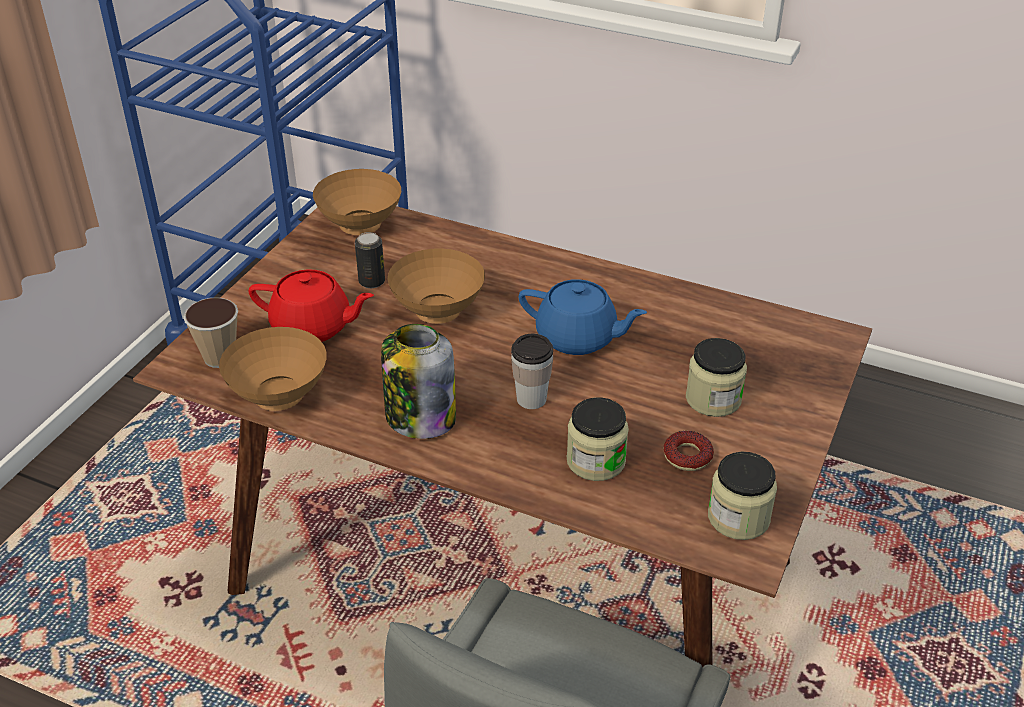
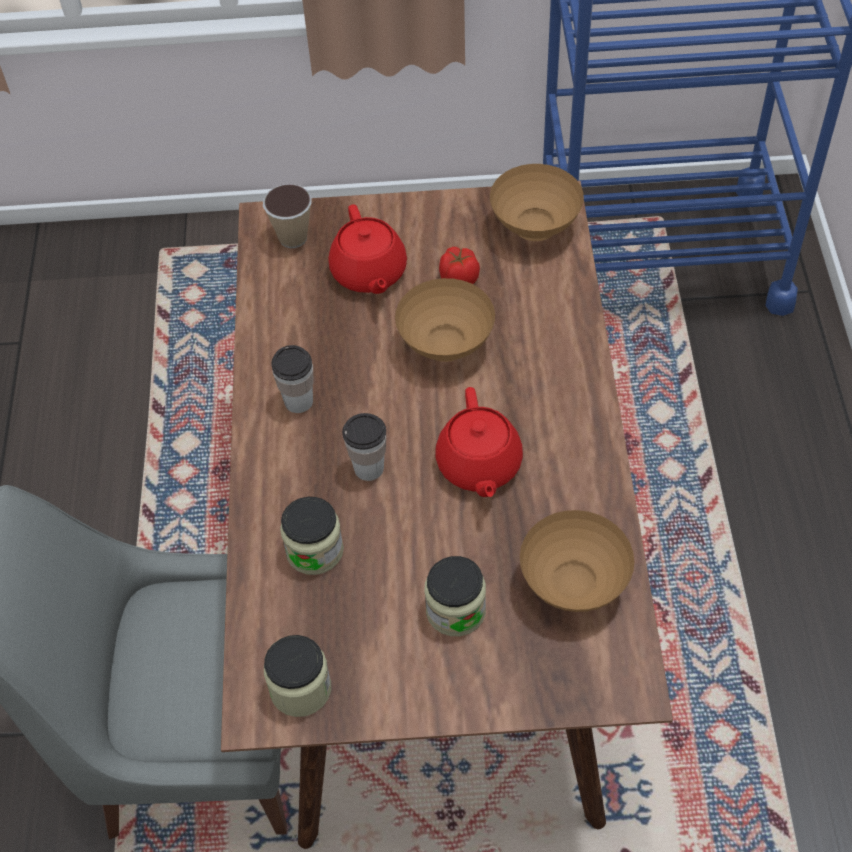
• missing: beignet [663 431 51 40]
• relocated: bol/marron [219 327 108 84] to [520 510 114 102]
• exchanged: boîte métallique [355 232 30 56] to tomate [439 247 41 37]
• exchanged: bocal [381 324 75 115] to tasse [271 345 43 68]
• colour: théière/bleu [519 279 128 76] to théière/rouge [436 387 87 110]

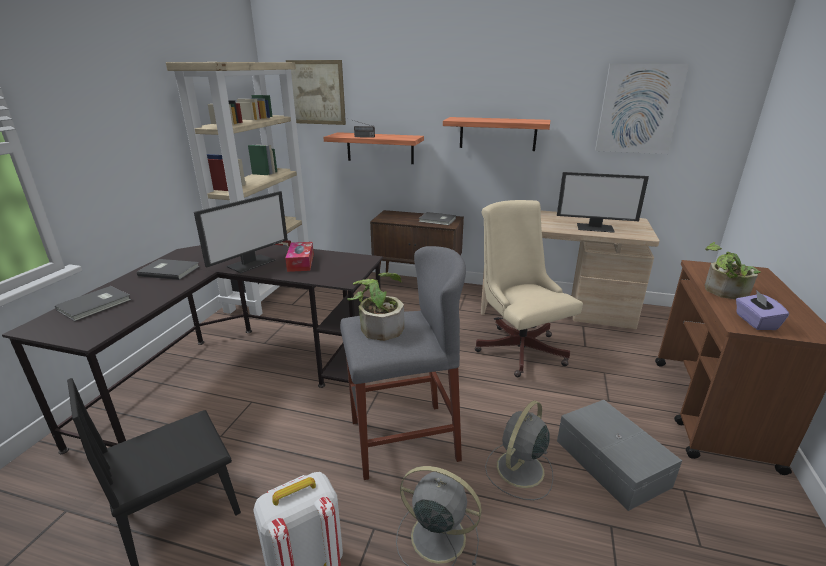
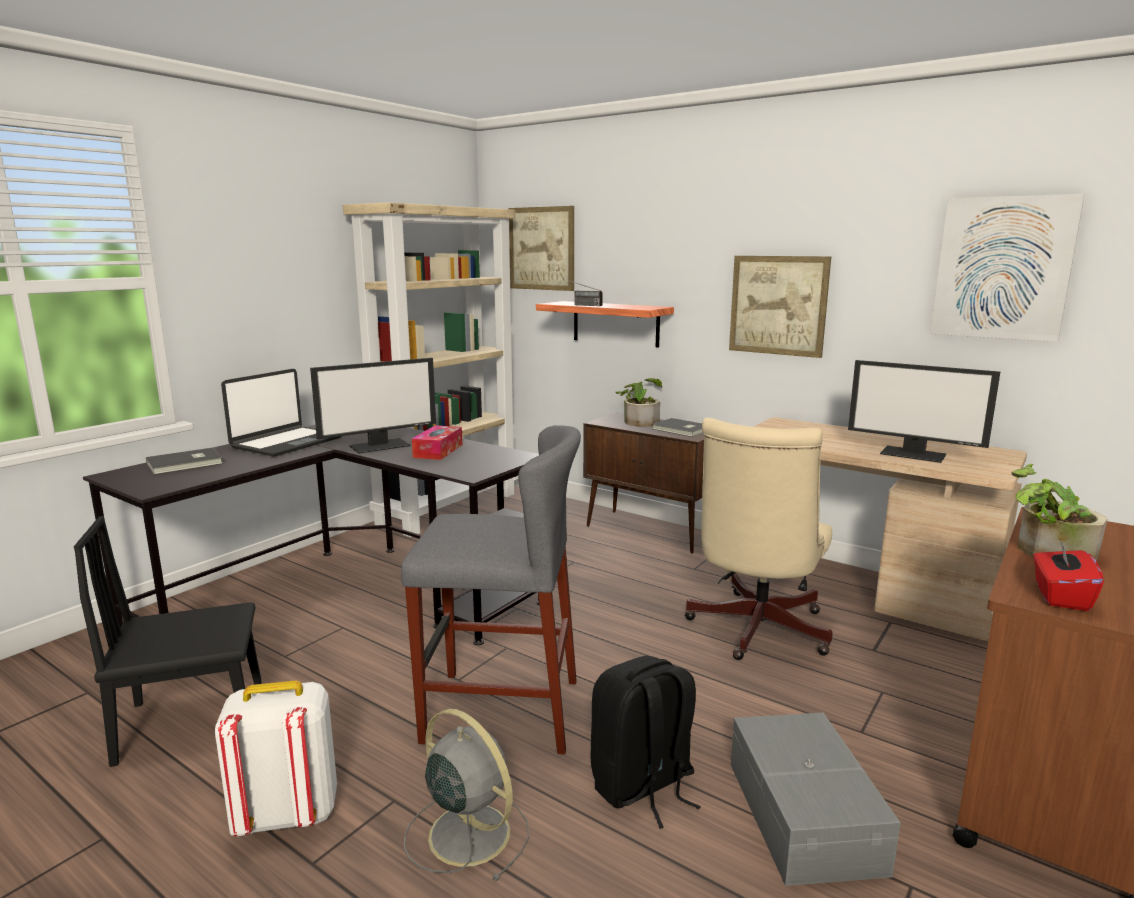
• relocated: plante en pot [347 273 57 68] to [615 378 48 49]
• exchanged: livre/gris [137 259 63 21] to ordinateur portable [221 369 121 88]
• exchanged: étagère [443 117 107 34] to tableau [729 256 102 102]
• exchanged: ventilateur/gris [485 401 68 99] to sac à dos/noir [591 656 110 173]
• colour: boîte à mouchoirs/violet [736 290 53 40] to boîte à mouchoirs/rouge [1033 540 71 71]
• spun: chaise de bureau/beige [475 200 108 177] = [685 417 147 243] 150 degrees counterclockwise

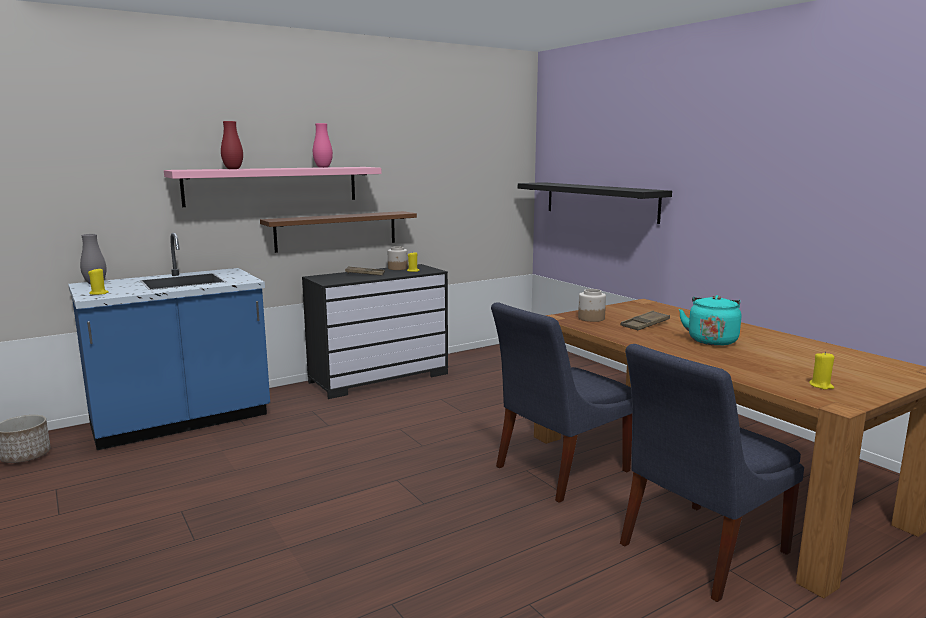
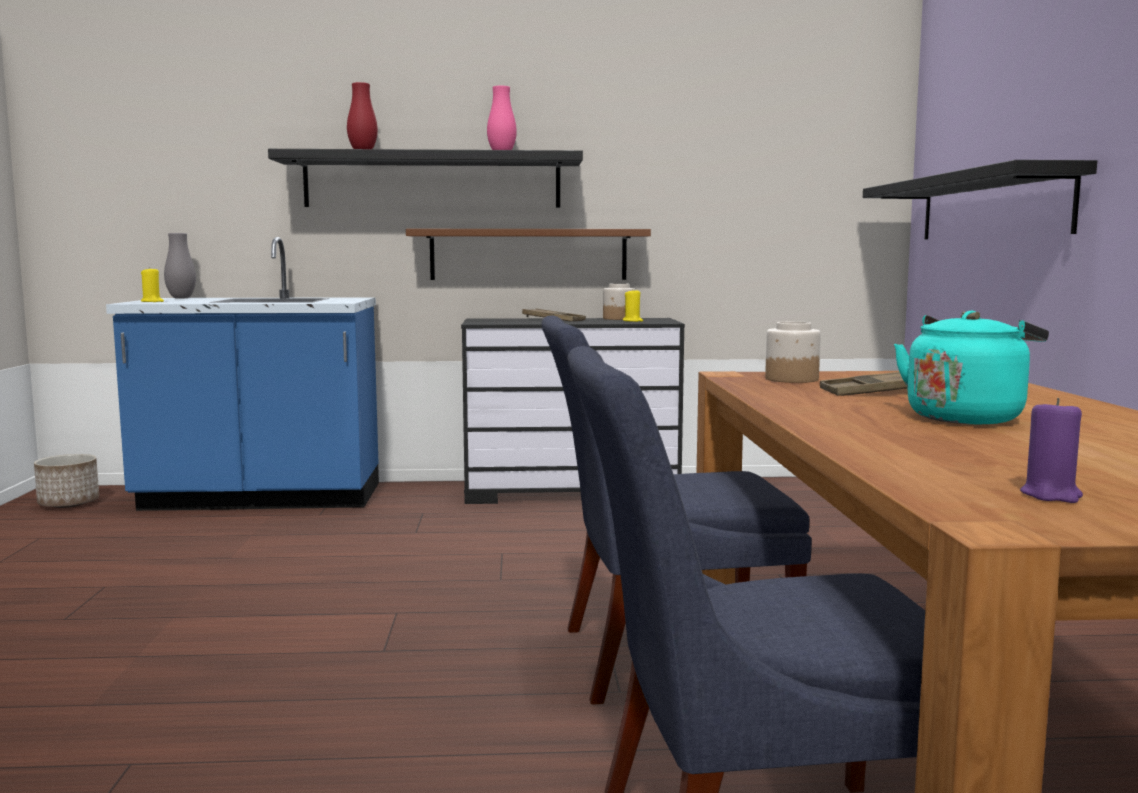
• colour: étagère/rose [164 167 218 40] to étagère/noir [268 149 315 59]
• colour: bougie/jaune [809 351 26 39] to bougie/violet [1020 398 63 105]

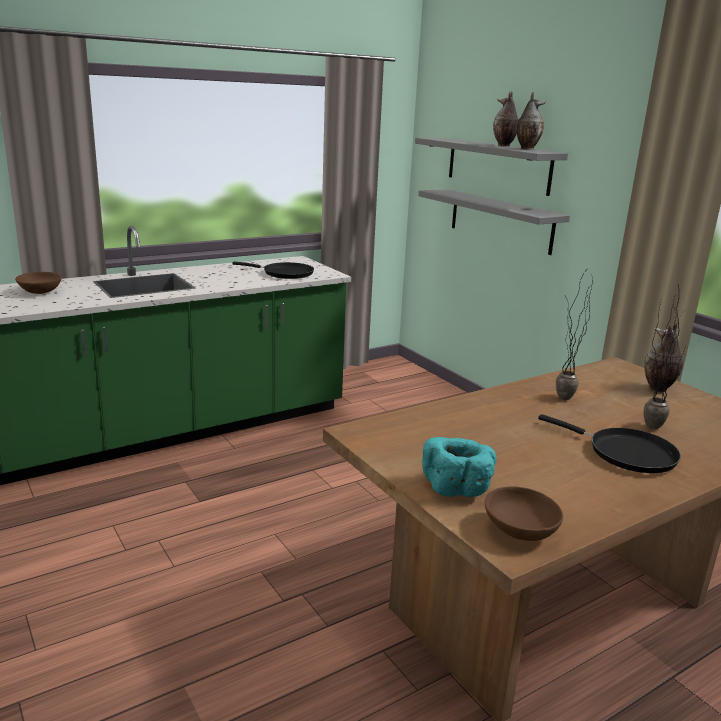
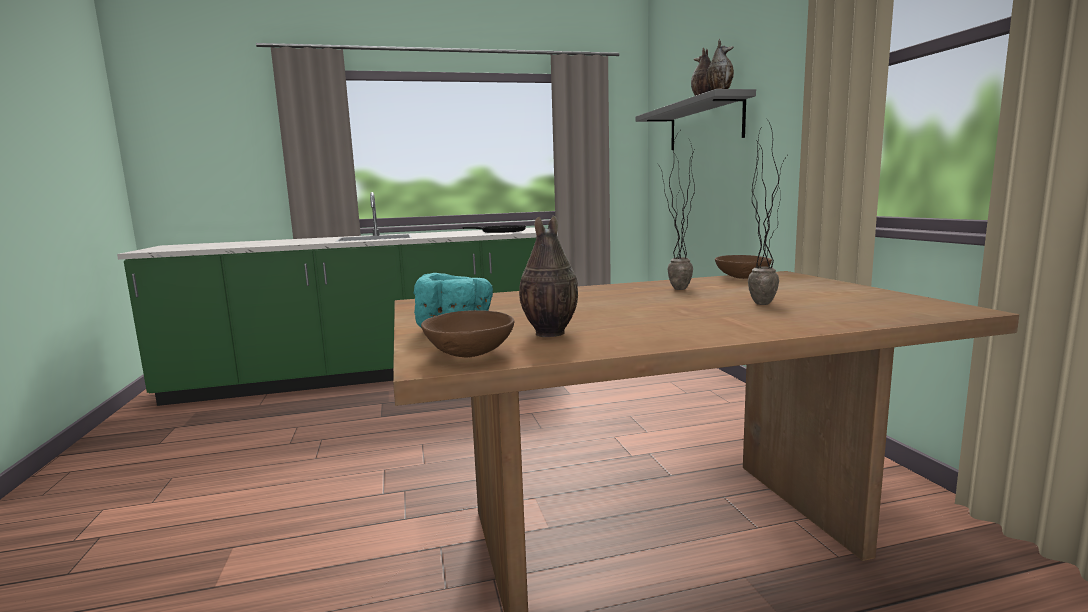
• missing: étagère/gris [418 189 152 66]
• missing: poêle/noir [538 414 143 59]
• relocated: bol/marron [15 272 47 22] to [715 255 57 24]
• relocated: vase [644 322 39 71] to [519 215 59 122]

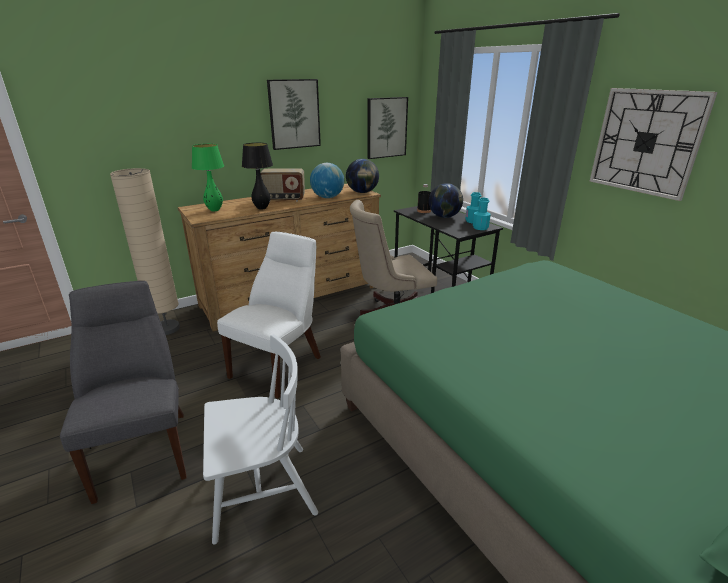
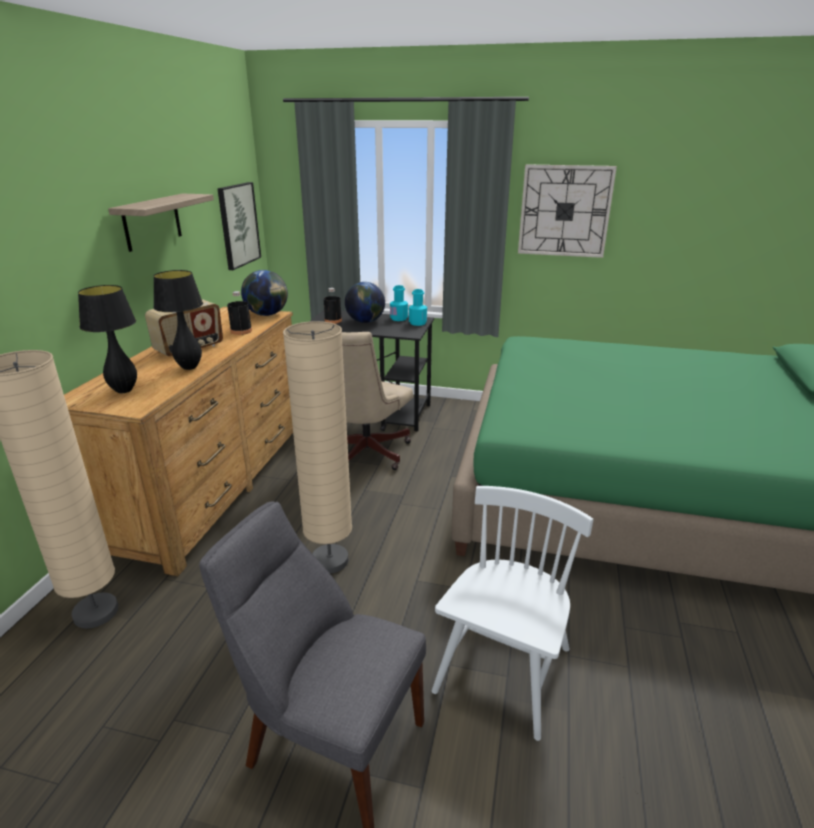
• exchanged: chaise/blanc [217 232 104 166] to lampadaire/beige [283 321 69 253]
• exchanged: tableau [267 79 54 71] to étagère [108 193 106 59]
• exchanged: globe [310 163 34 35] to bouteille/noir [227 291 25 44]
• colour: lampe de table/vert [192 144 32 67] to lampe de table/noir [78 285 59 108]

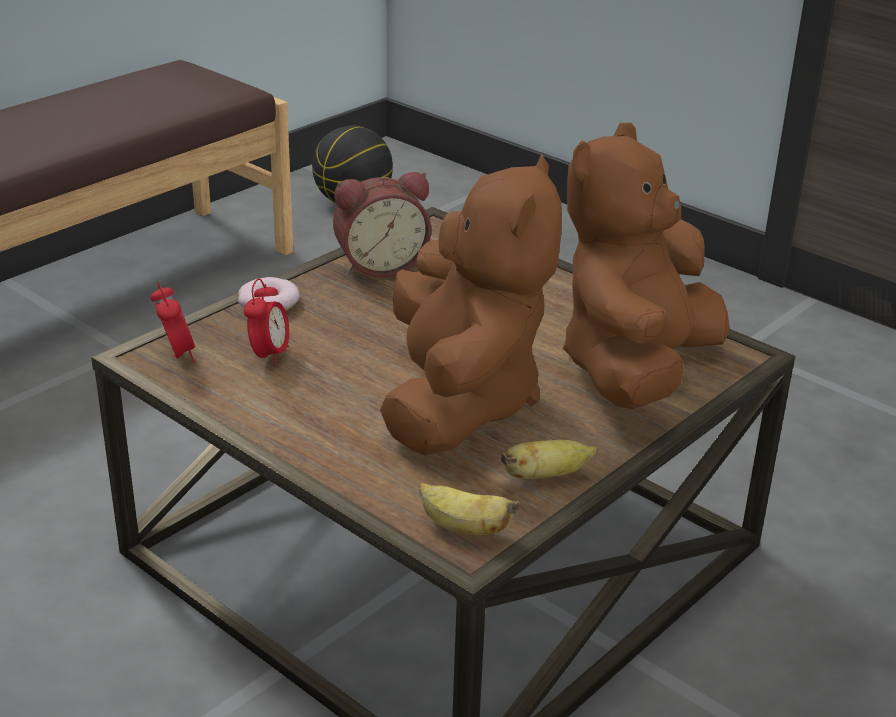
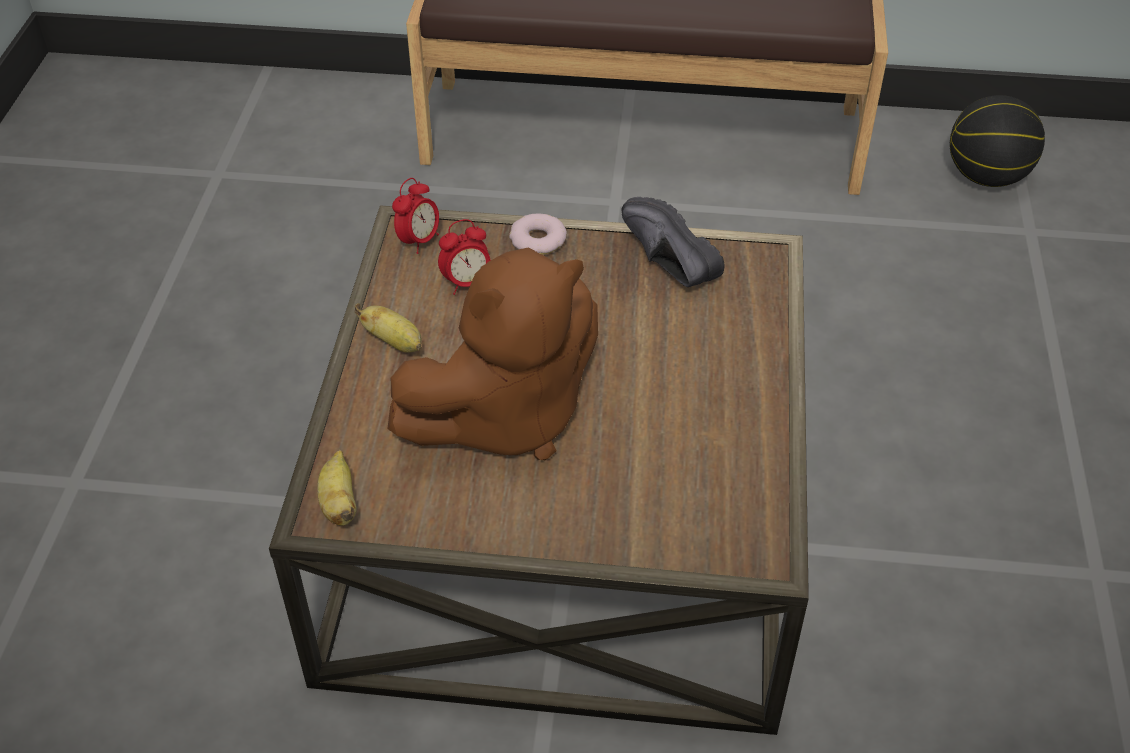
• missing: peluche/marron [563 123 166 286]
• relocated: banane [501 440 97 39] to [355 303 67 50]
• exchanged: réveil [333 172 98 105] to chaussure/noir [622 197 102 90]

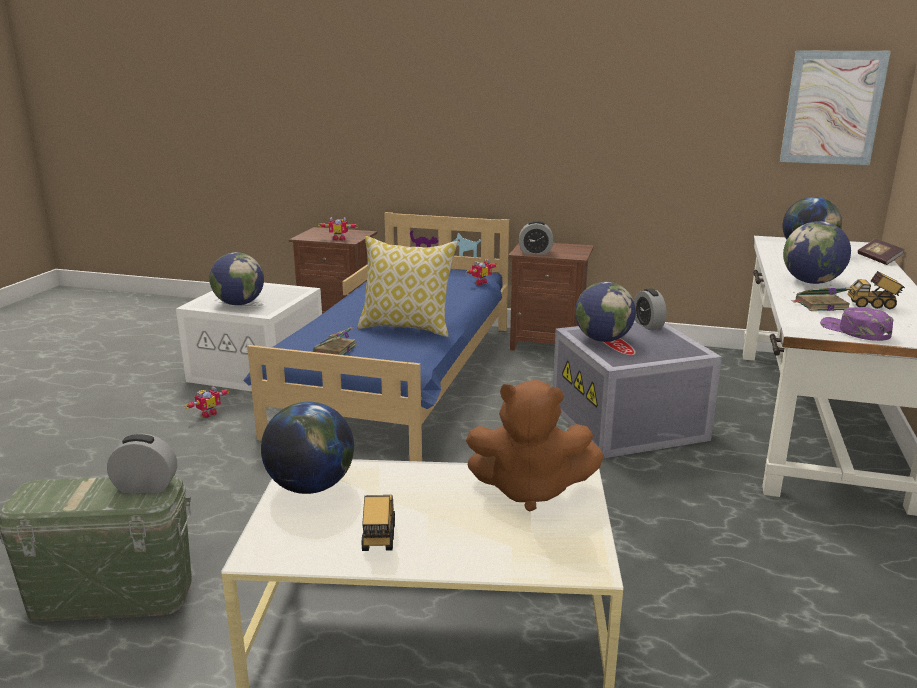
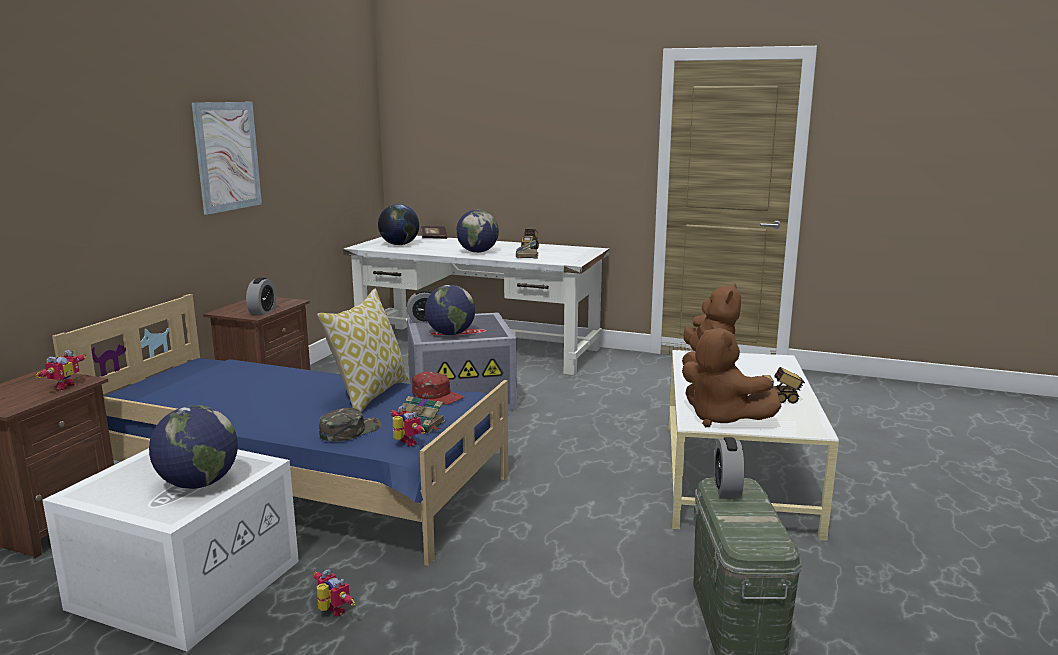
• missing: casquette/violet [820 307 74 34]
• appeared: casquette/vert [319 408 63 33]
• appeared: casquette/rouge [412 371 52 34]
• relocated: robot jouet [466 259 31 26] to [391 406 34 40]
• relocated: tableau [780 51 111 114] to [192 102 70 113]
• exchanged: globe [261 402 93 92] to peluche/marron [682 326 99 101]

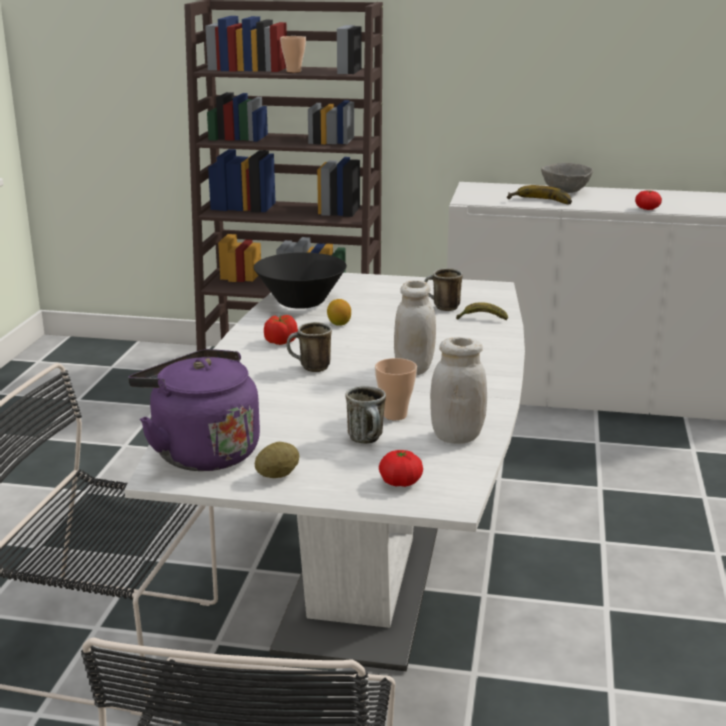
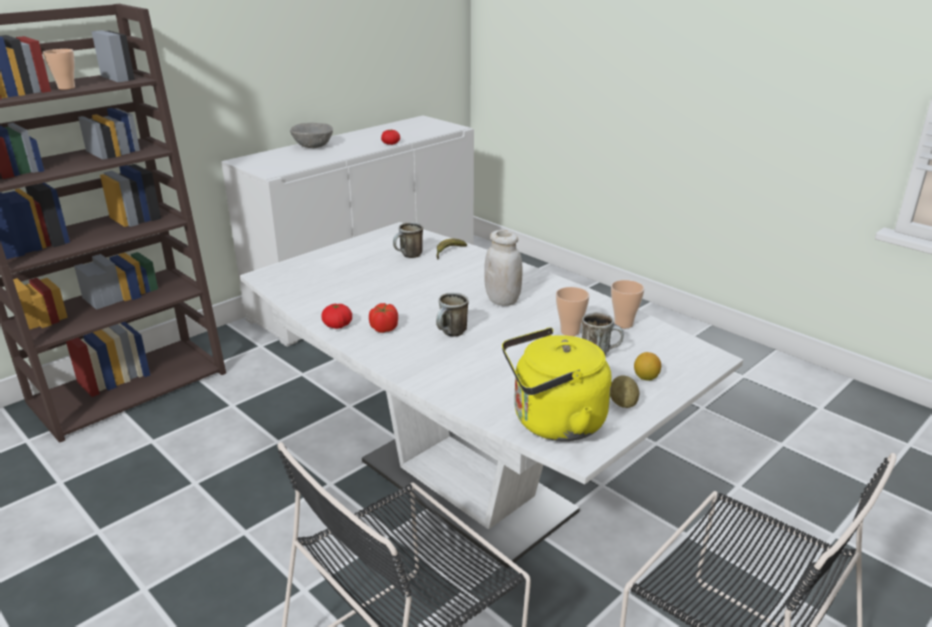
• missing: bol/noir [254 252 93 57]
• missing: banane [507 185 65 19]
• relocated: citron [327 299 24 27] to [634 352 27 29]
• relocated: tomate [379 450 44 37] to [321 304 31 25]
• exchanged: bocal/blanc [430 337 57 107] to tasse [611 280 33 48]
• colour: bouilloire/violet [128 349 132 122] to bouilloire/jaune [502 327 110 114]

